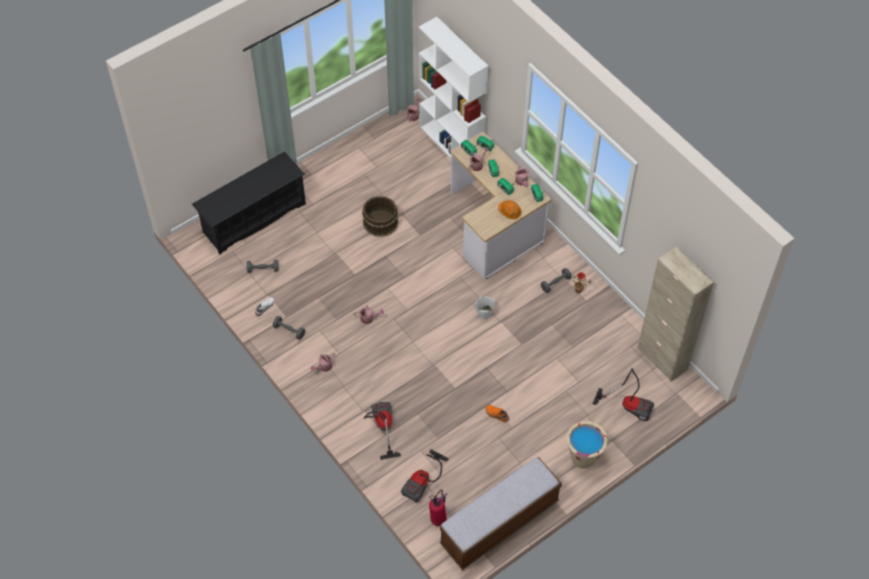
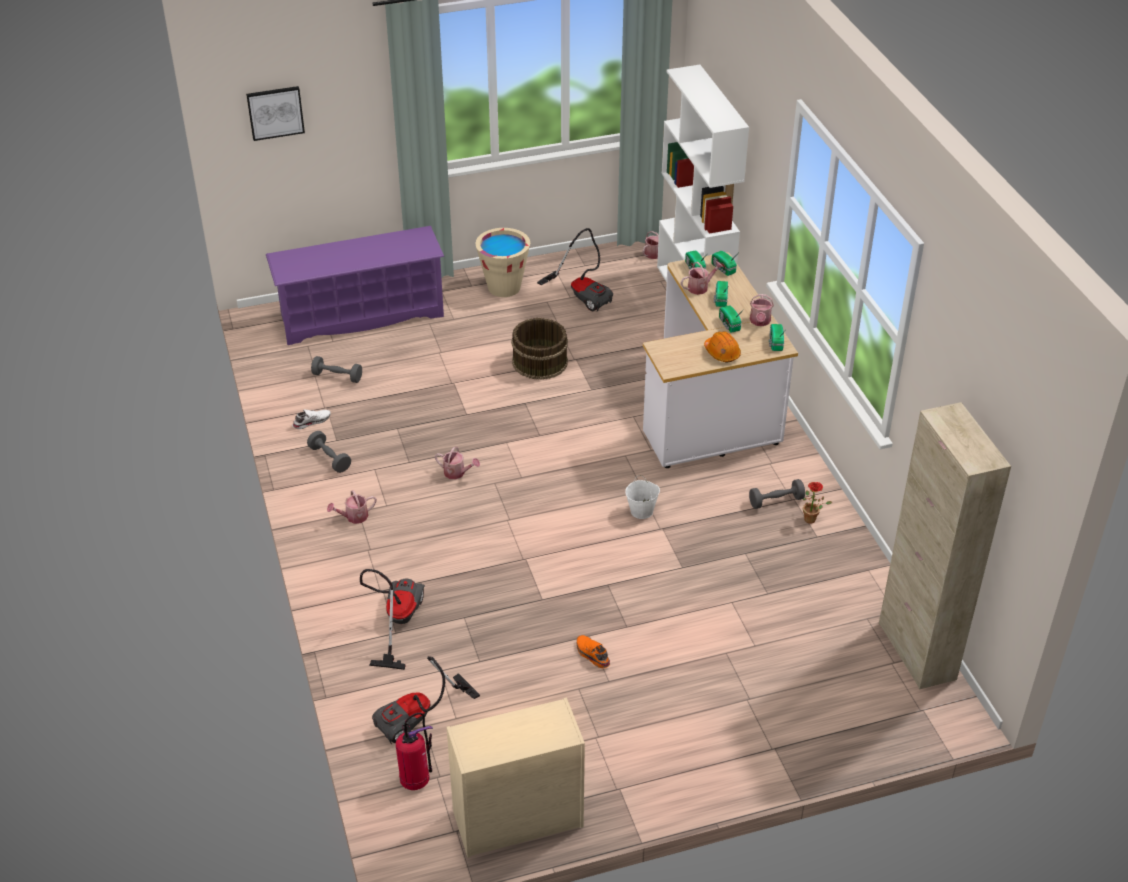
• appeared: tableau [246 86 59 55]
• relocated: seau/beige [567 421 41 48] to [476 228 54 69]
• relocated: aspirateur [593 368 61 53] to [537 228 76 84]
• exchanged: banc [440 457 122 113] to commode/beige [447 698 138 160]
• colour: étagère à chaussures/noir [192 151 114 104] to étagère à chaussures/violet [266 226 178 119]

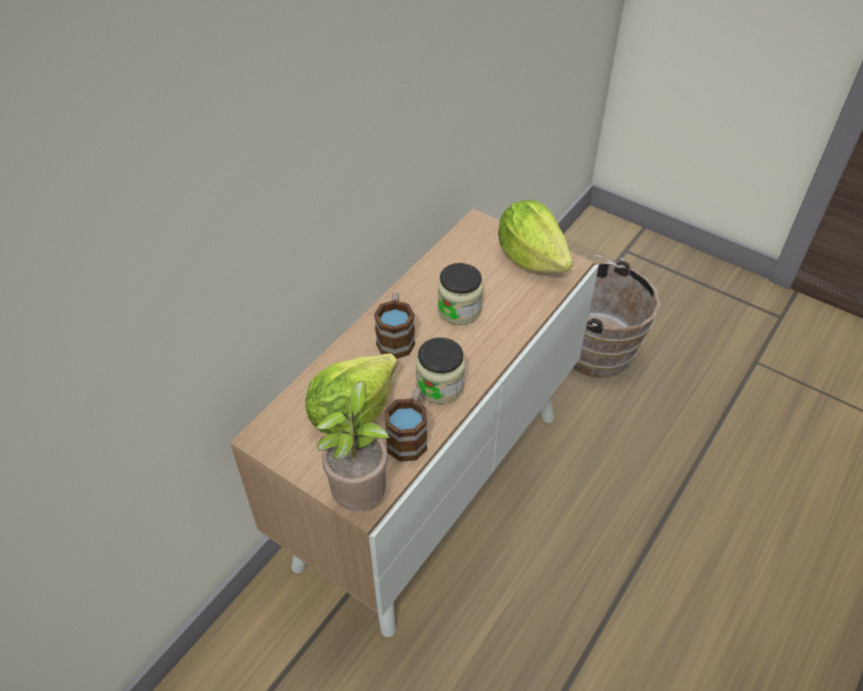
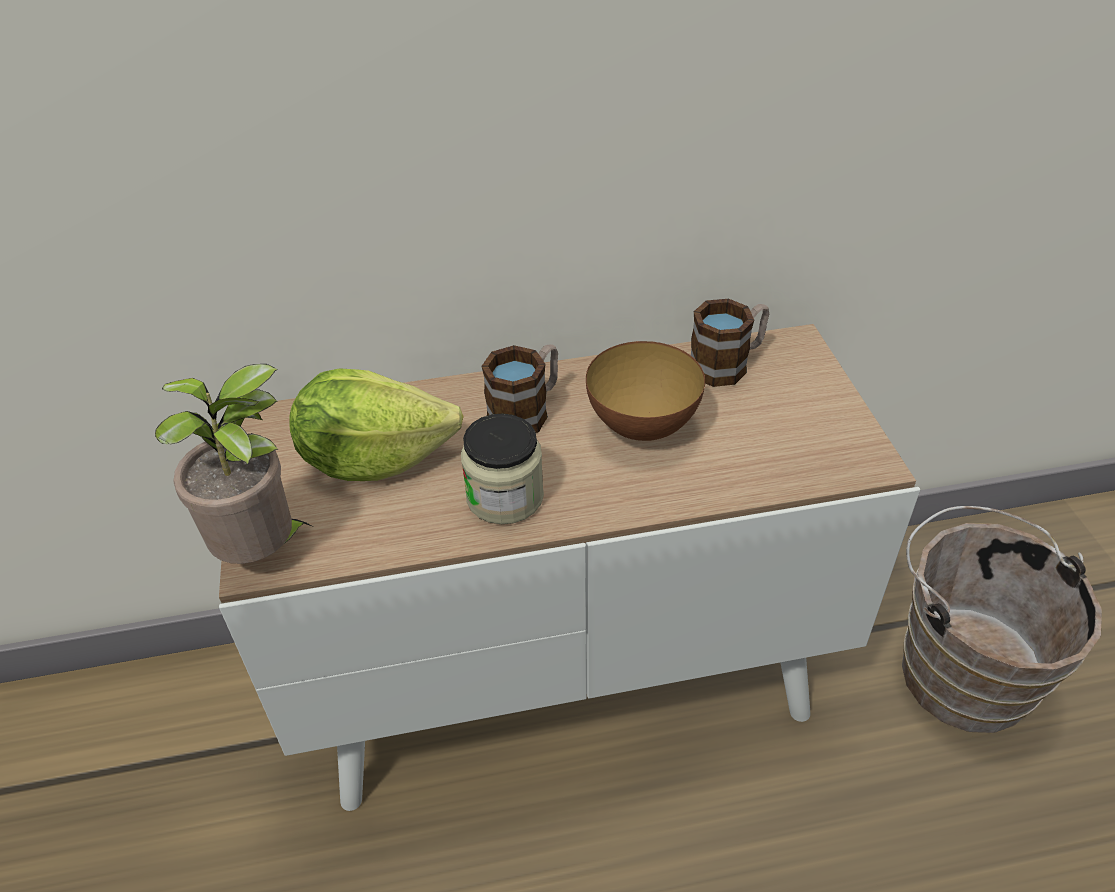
• missing: laitue [498 200 75 73]
• relocated: mug [384 388 43 74] to [691 299 78 88]
• exchanged: bocal [438 263 45 62] to bol [586 341 119 100]

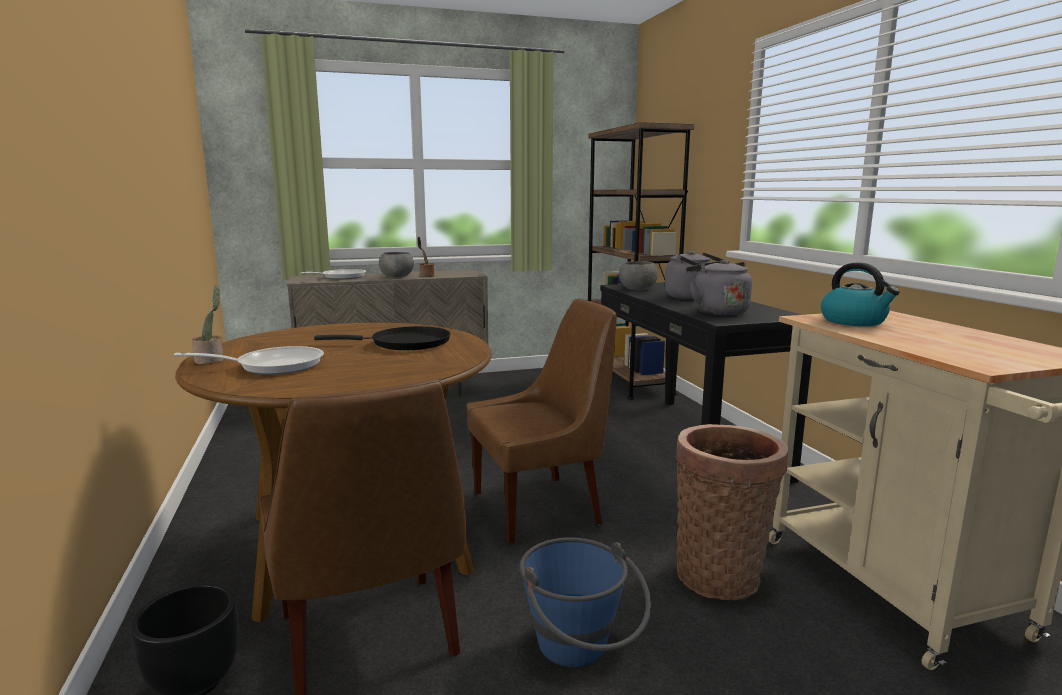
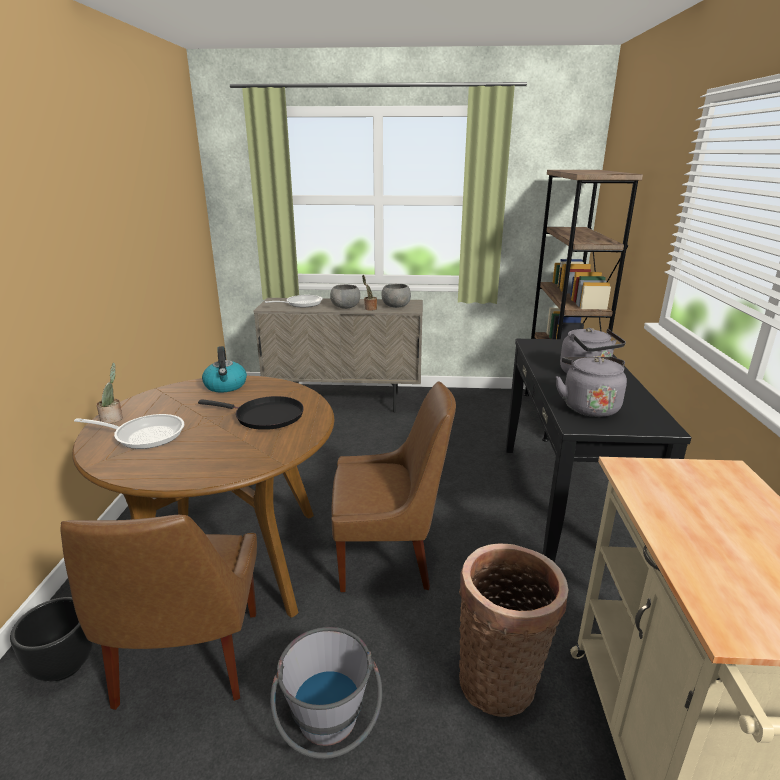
• relocated: bol/gris [619 261 39 29] to [381 284 30 24]
• relocated: bouilloire [821 262 79 64] to [202 346 45 47]
• colour: seau/bleu [519 537 132 130] to seau/gris [270 627 112 132]

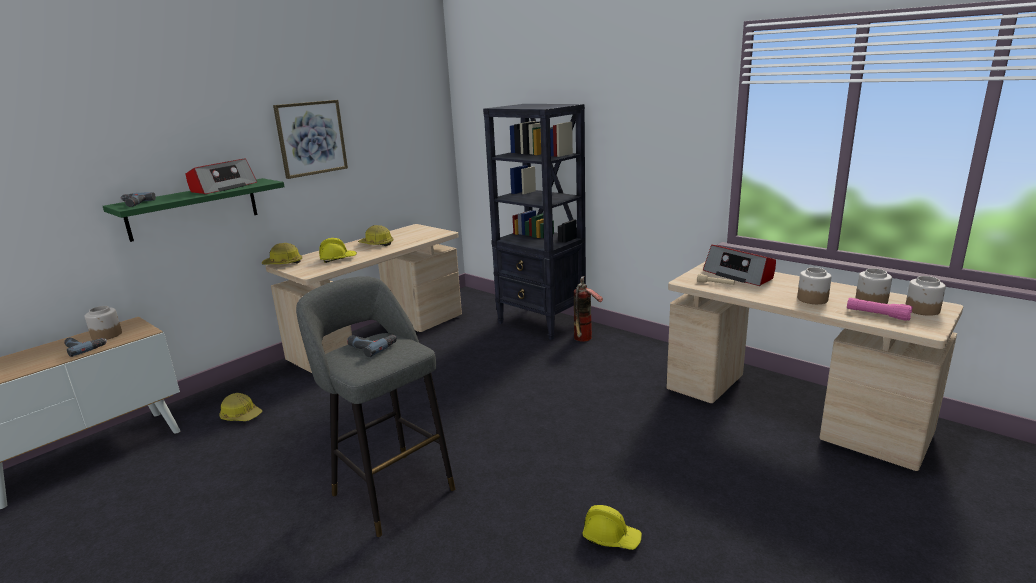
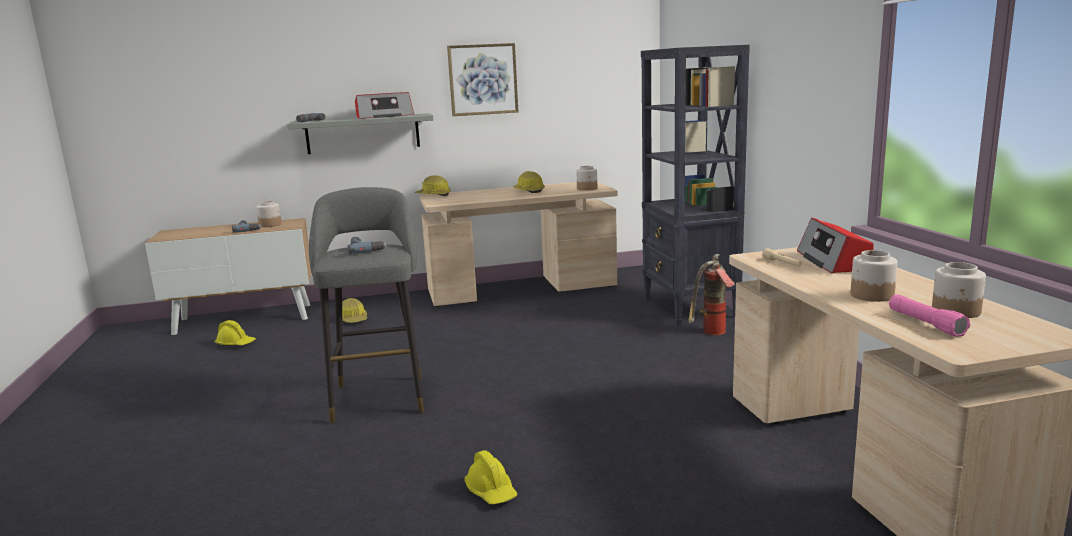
• relocated: casque de chantier/jaune [319 238 38 25] to [214 320 42 26]
• relocated: bocal [905 276 41 40] to [576 166 21 25]
• colour: étagère/vert [103 178 182 64] to étagère/gris [287 113 146 41]

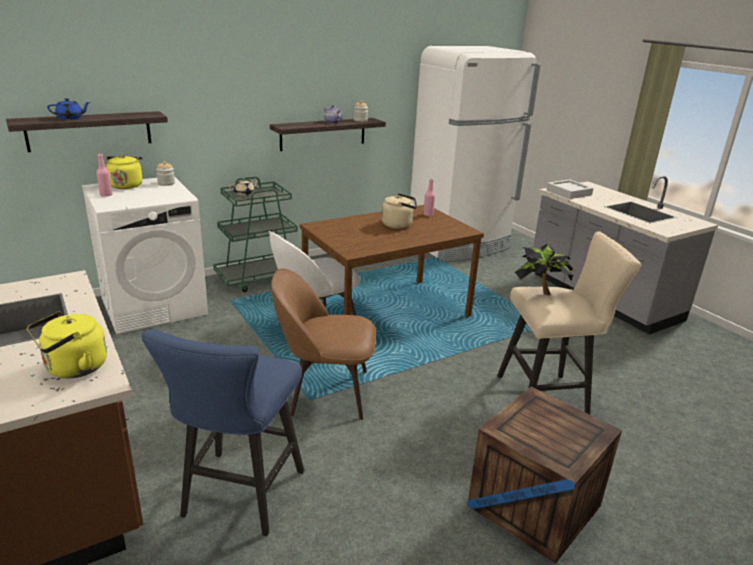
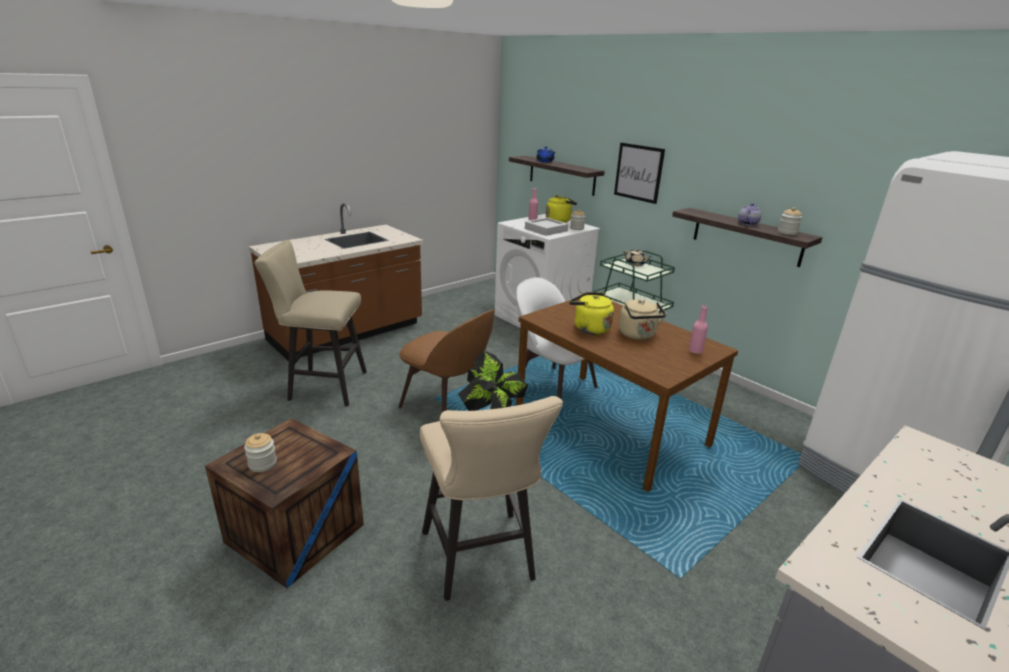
• appeared: bocal [244 433 33 39]
• appeared: tableau [614 142 51 62]
• relocated: bouilloire/jaune [27 311 80 67] to [569 292 45 43]
• relocated: plateau/gris [546 180 48 19] to [525 217 43 19]
• colour: tabouret/bleu [141 329 163 207] to tabouret/beige [254 240 113 166]
• spun: chaise/marron [271 268 105 152] = [399 309 96 103] 135 degrees clockwise

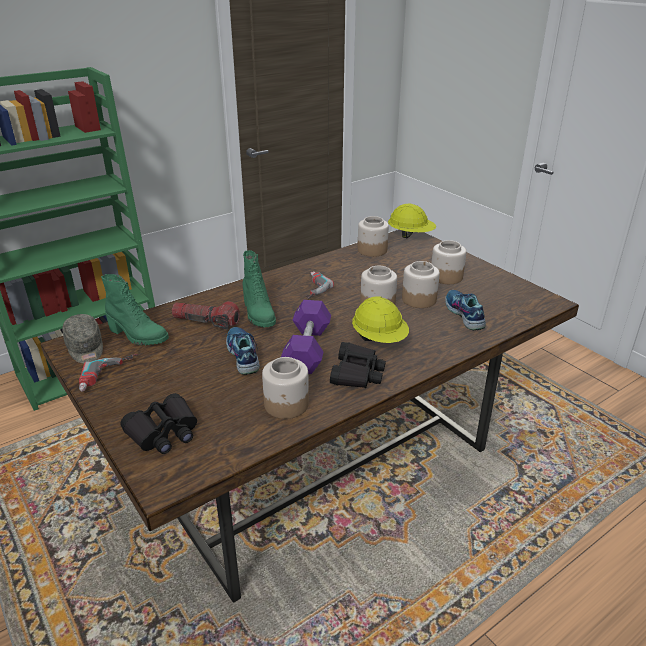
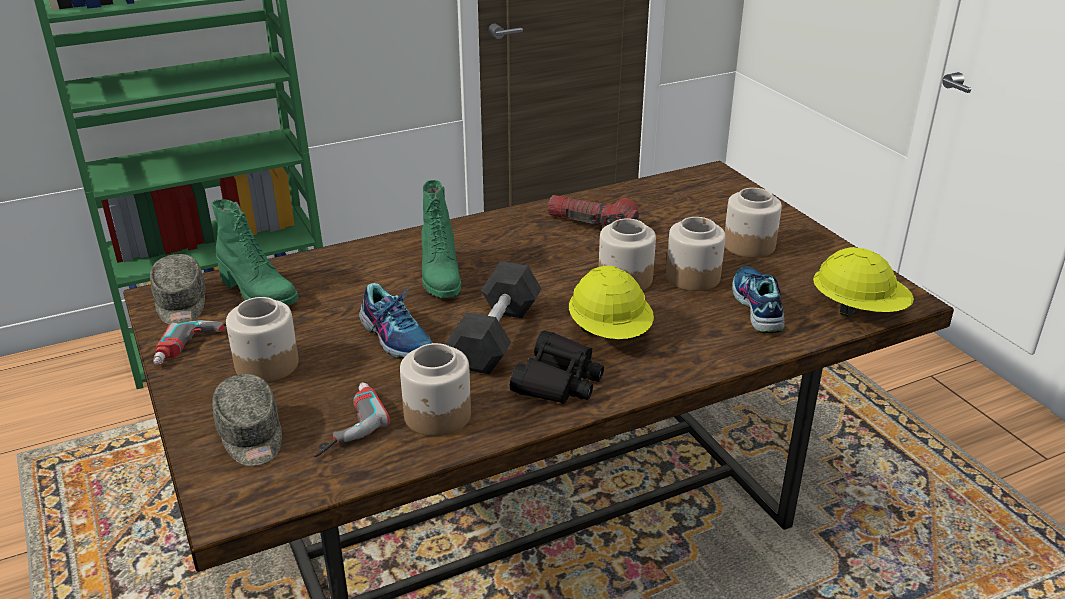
• relocated: lampe de poche [172 301 68 29] to [548 195 91 33]
• relocated: perceuse [306 271 28 29] to [314 382 76 75]
• relocated: bocal [358 216 31 41] to [226 297 73 86]
• relocated: casque de chantier/jaune [388 204 48 34] to [813 247 101 70]
• exchanged: jumelles/noir [121 393 76 61] to casquette/gris [212 374 70 92]
• colour: haltère/violet [281 300 50 74] to haltère/noir [445 261 97 113]
• spun: chaussure [226 327 34 48] = [359 283 73 76] 150 degrees clockwise

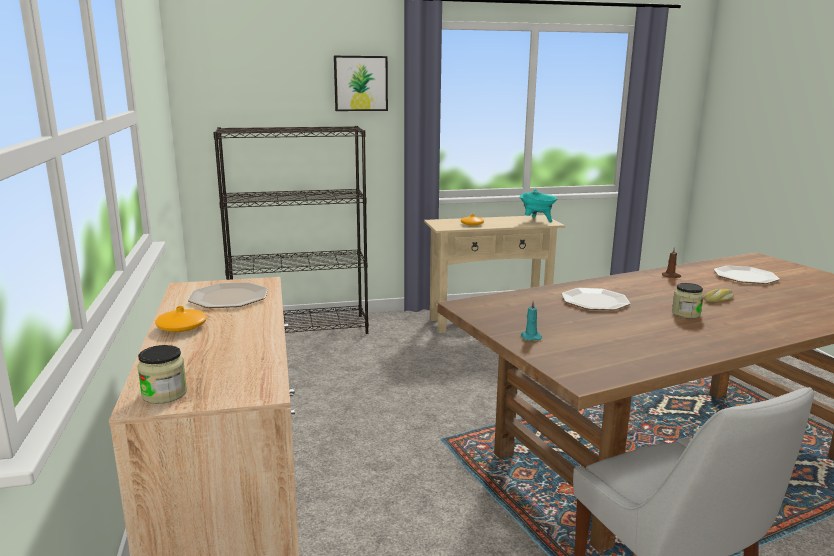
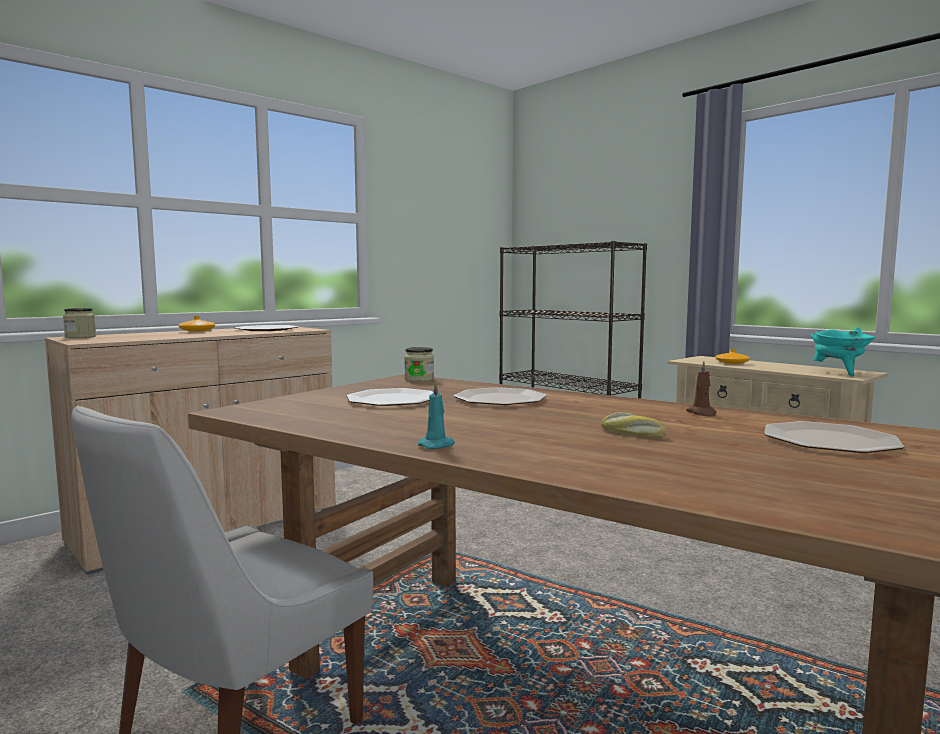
• missing: tableau [334 56 54 55]
• appeared: assiette [347 388 87 18]
• relocated: bougie/turquoise [521 300 21 41] to [418 381 37 68]
• relocated: bocal [672 283 32 35] to [404 347 30 35]

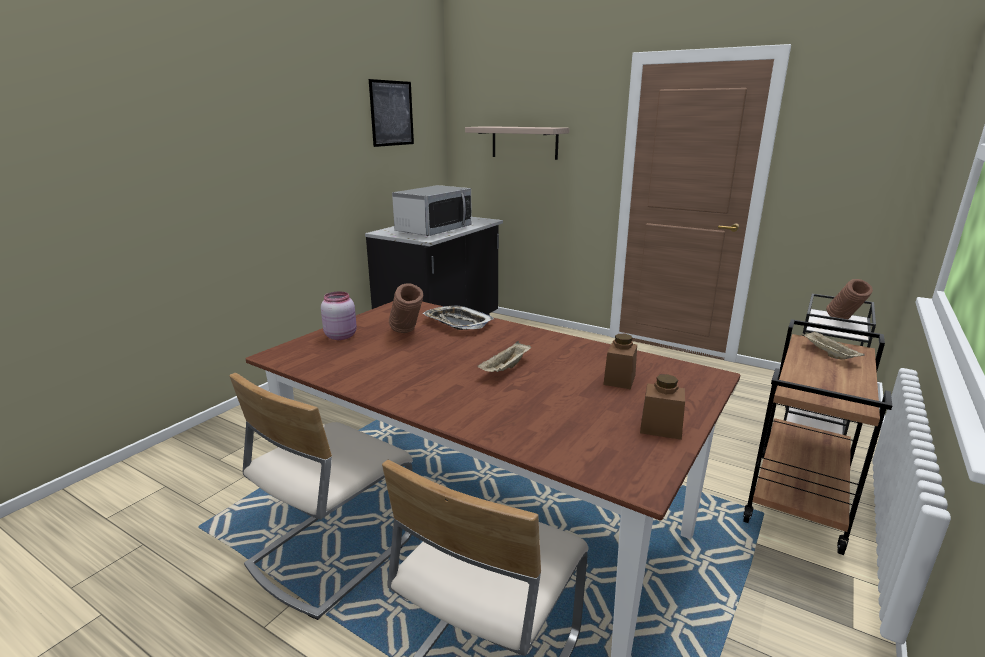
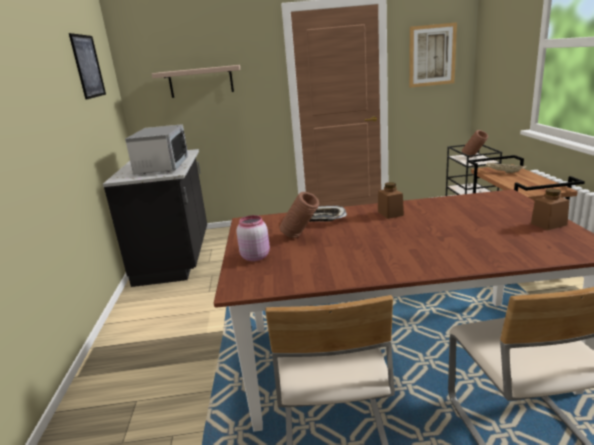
• missing: plateau/beige [477 341 54 31]
• appeared: tableau [409 22 48 66]
• relocated: bocal/marron [603 334 34 55] to [378 182 26 37]

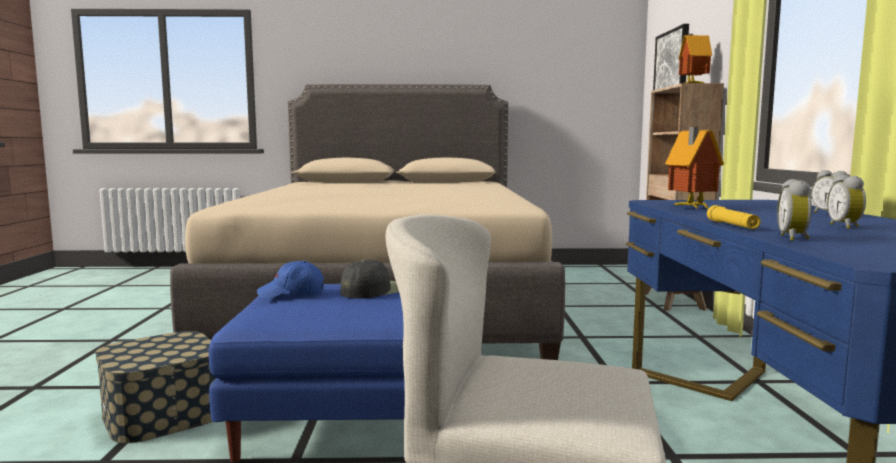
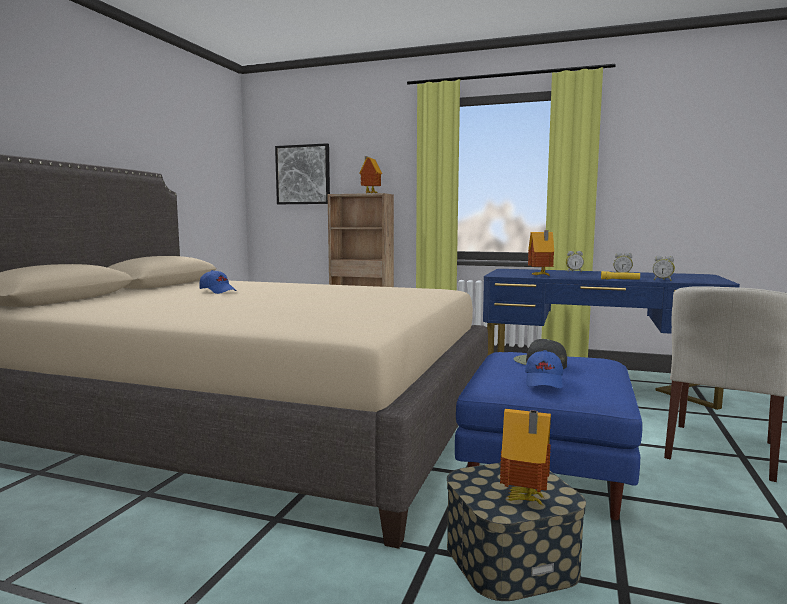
• appeared: casquette/bleu [199 270 38 24]
• appeared: maison miniature [500 409 51 96]

